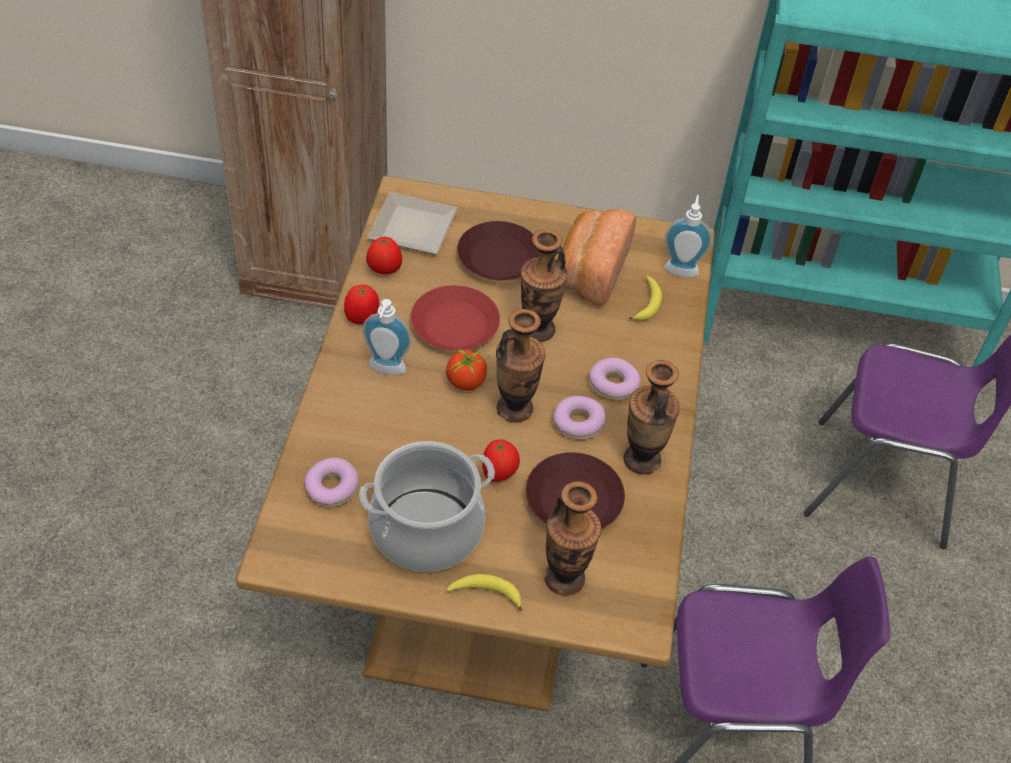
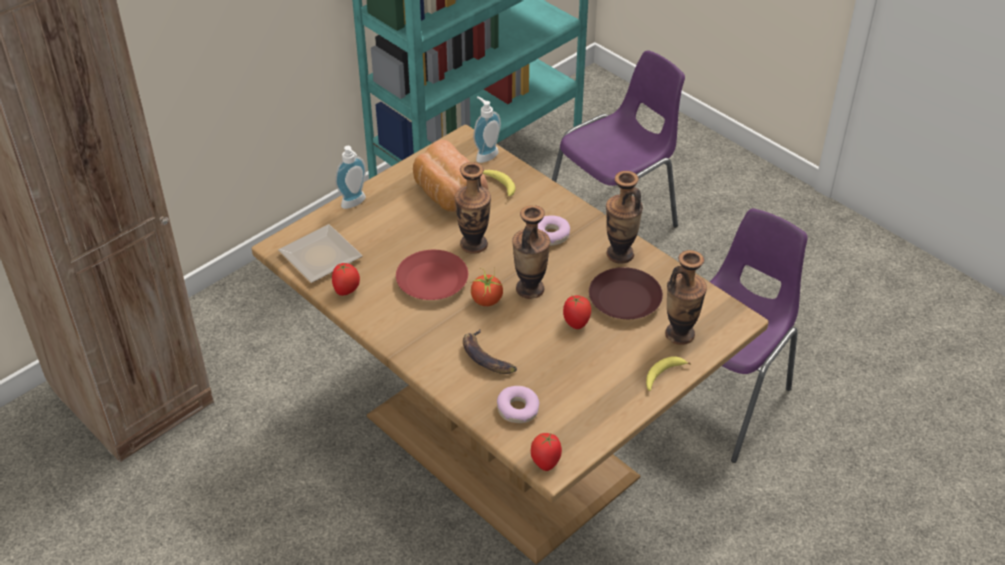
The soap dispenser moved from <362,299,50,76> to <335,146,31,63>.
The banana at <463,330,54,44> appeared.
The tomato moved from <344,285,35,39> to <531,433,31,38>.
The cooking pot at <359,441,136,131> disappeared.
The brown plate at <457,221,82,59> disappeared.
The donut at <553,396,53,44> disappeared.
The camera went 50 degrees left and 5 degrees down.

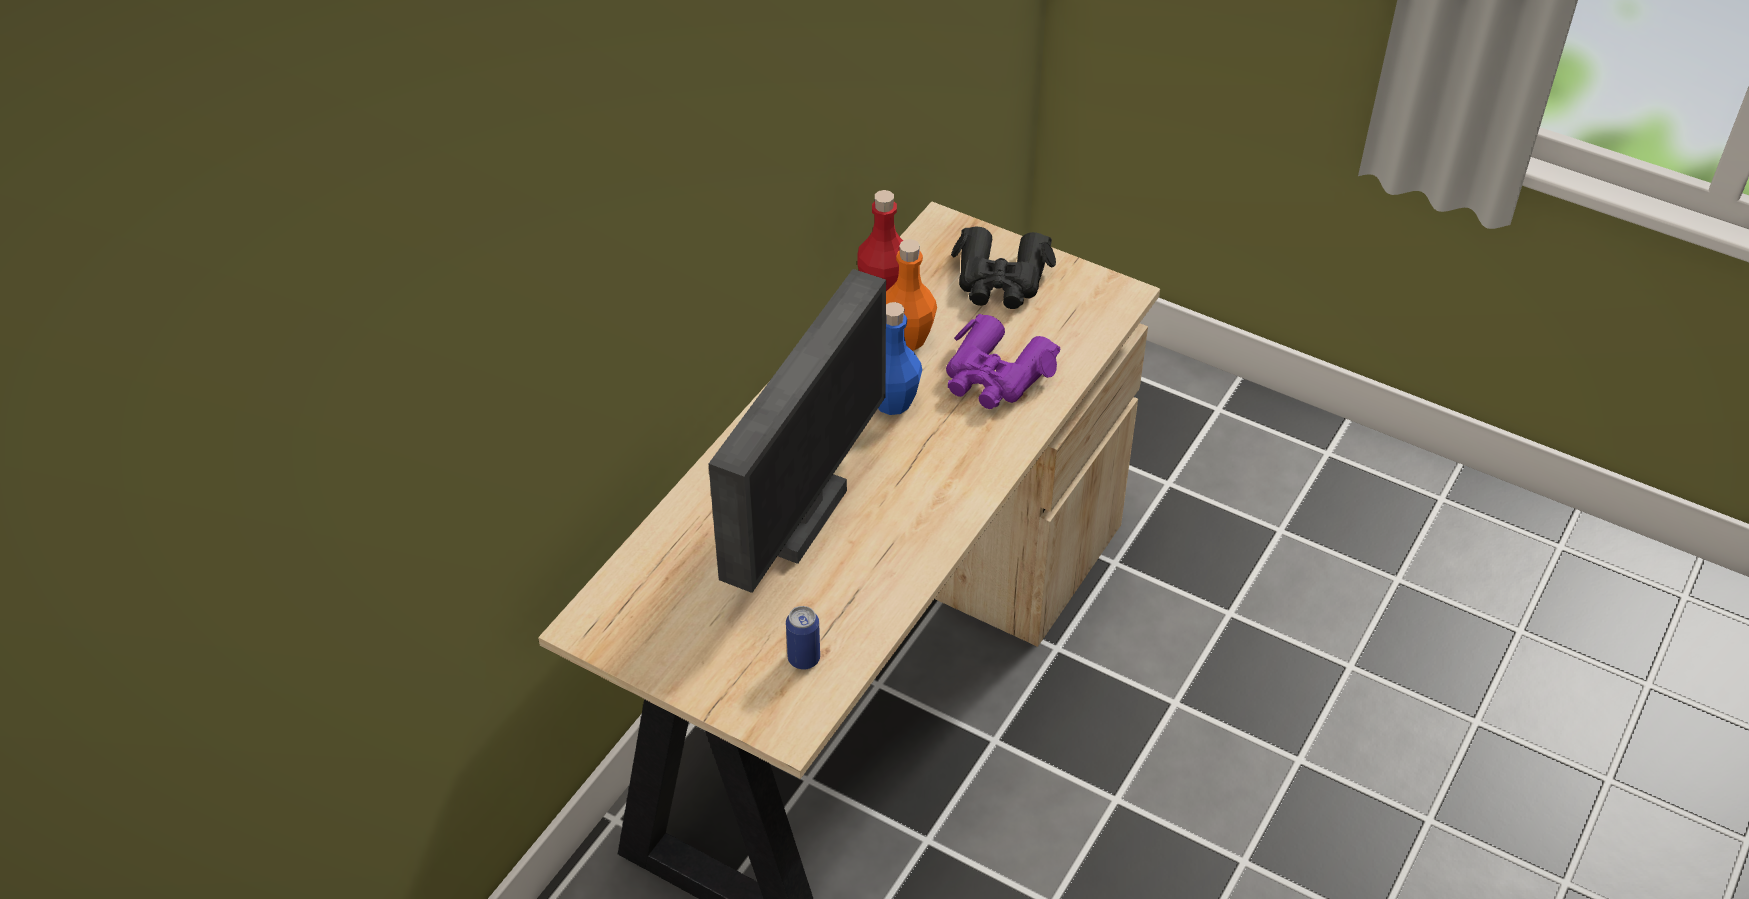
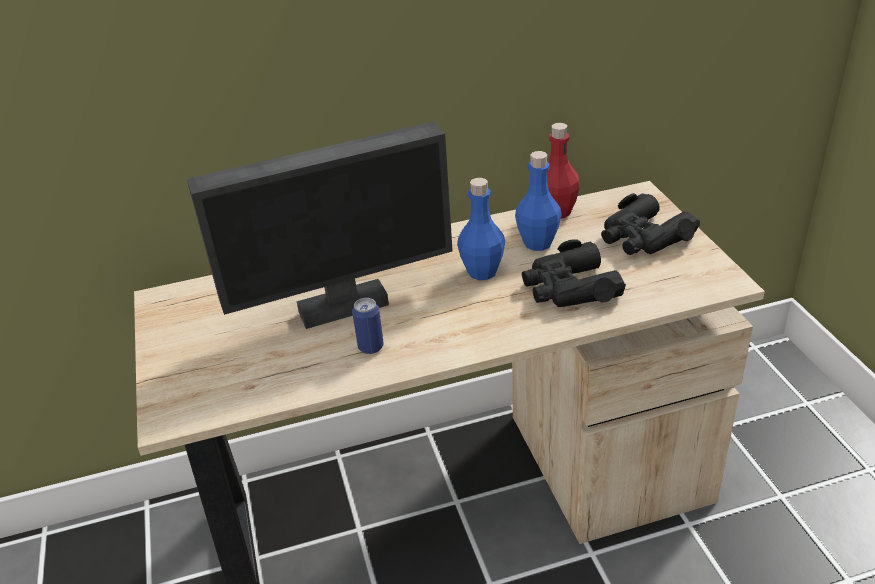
The can moved from <786,606,34,64> to <352,298,32,56>.
The orange bottle at <886,239,51,111> became the blue bottle at <515,151,47,100>.
The purple binoculars at <946,314,115,95> became the black binoculars at <522,239,104,68>.
The camera went 45 degrees right and 10 degrees down.

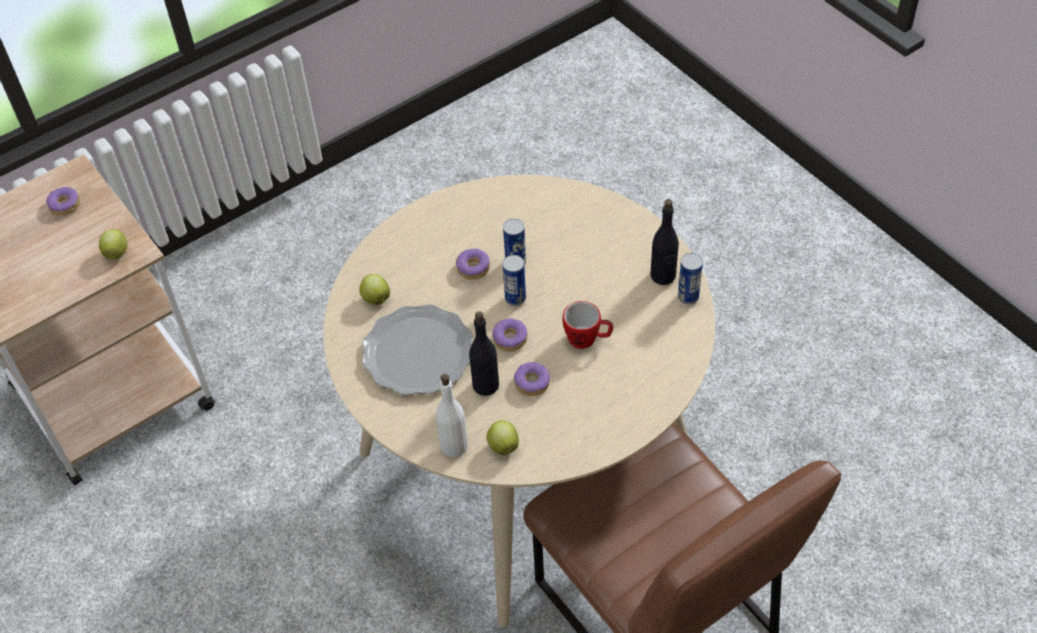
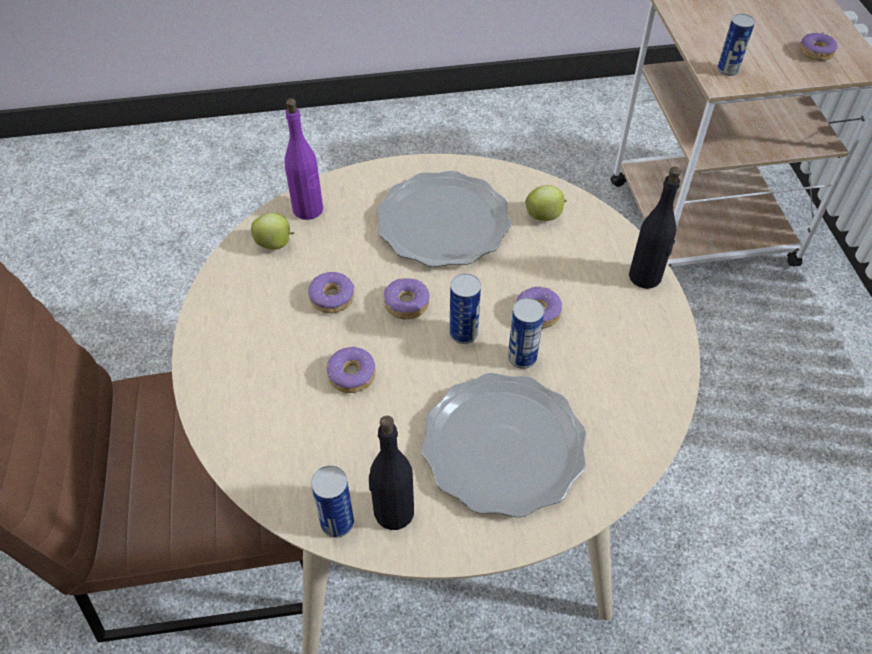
The white bottle at <436,374,32,83> became the purple bottle at <284,98,39,122>.
The mug at <562,301,51,48> was replaced by the donut at <327,347,49,46>.
The plate at <421,373,165,145> appeared.
The black bottle moved from <469,311,30,85> to <629,166,52,123>.
The apple at <99,229,28,31> was replaced by the can at <717,14,38,62>.
The camera went 115 degrees right and 0 degrees up.

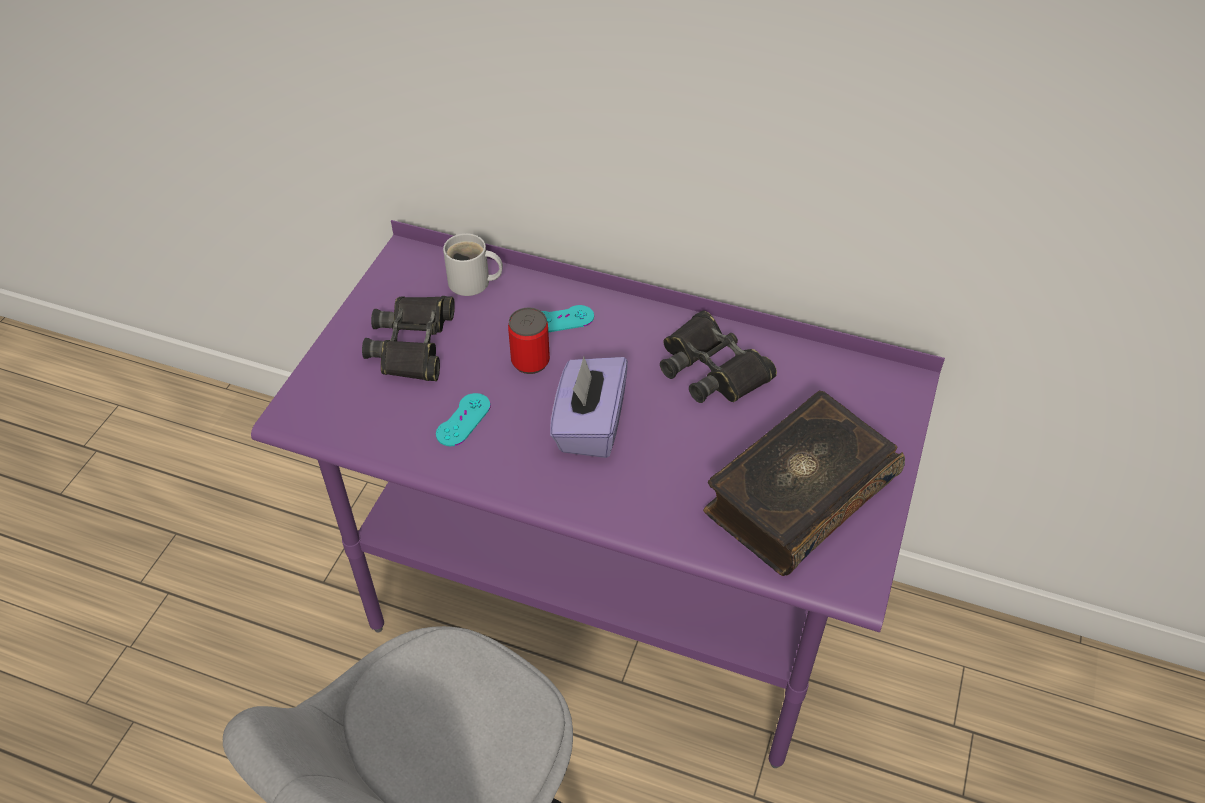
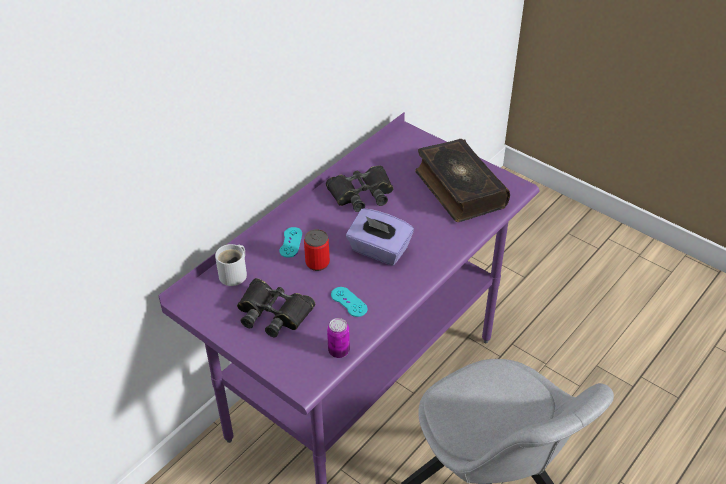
The can at <327,318,23,40> appeared.
The camera went 70 degrees left and 5 degrees down.

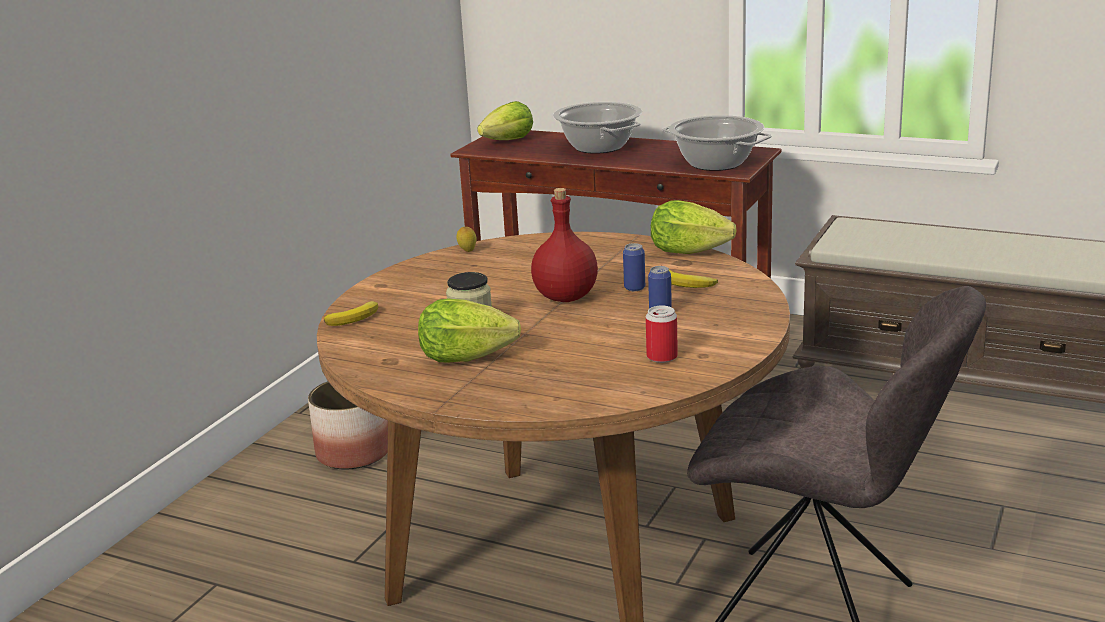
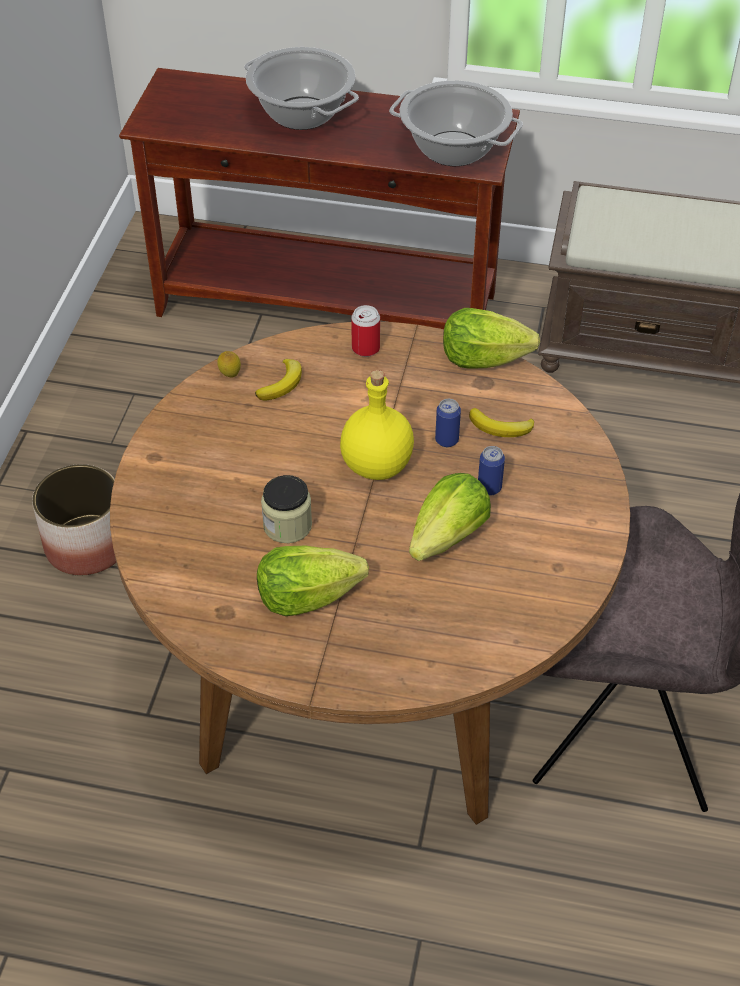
The banana moved from <324,301,54,25> to <255,359,47,42>.
The red bottle at <531,188,67,114> became the yellow bottle at <340,370,74,110>.
The can moved from <646,305,32,58> to <351,305,29,52>.
The lettuce moved from <477,101,56,39> to <409,473,82,88>.
The camera went 15 degrees left and 25 degrees up.

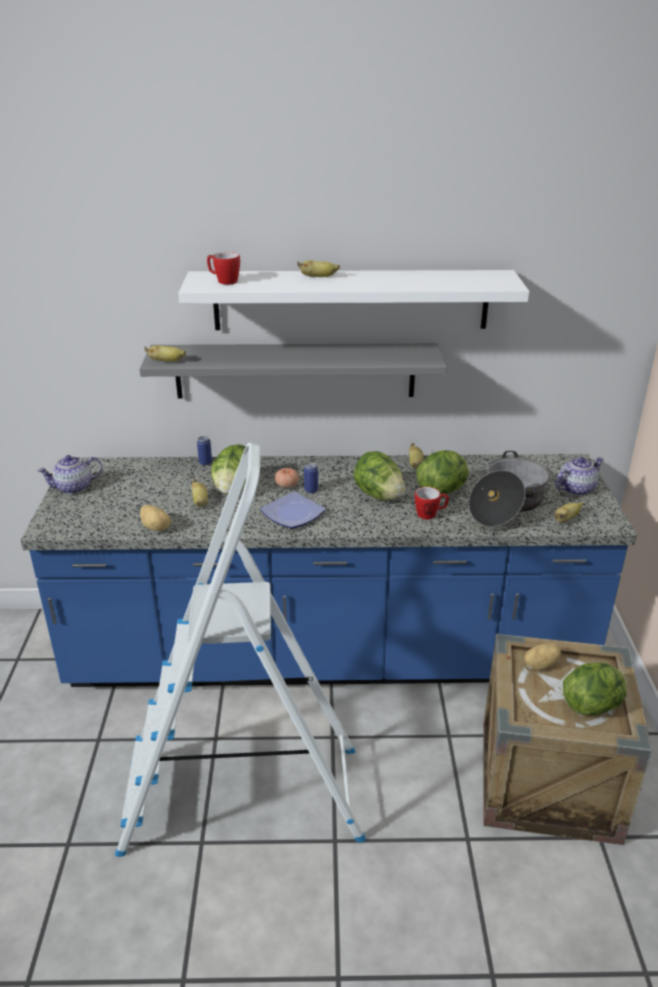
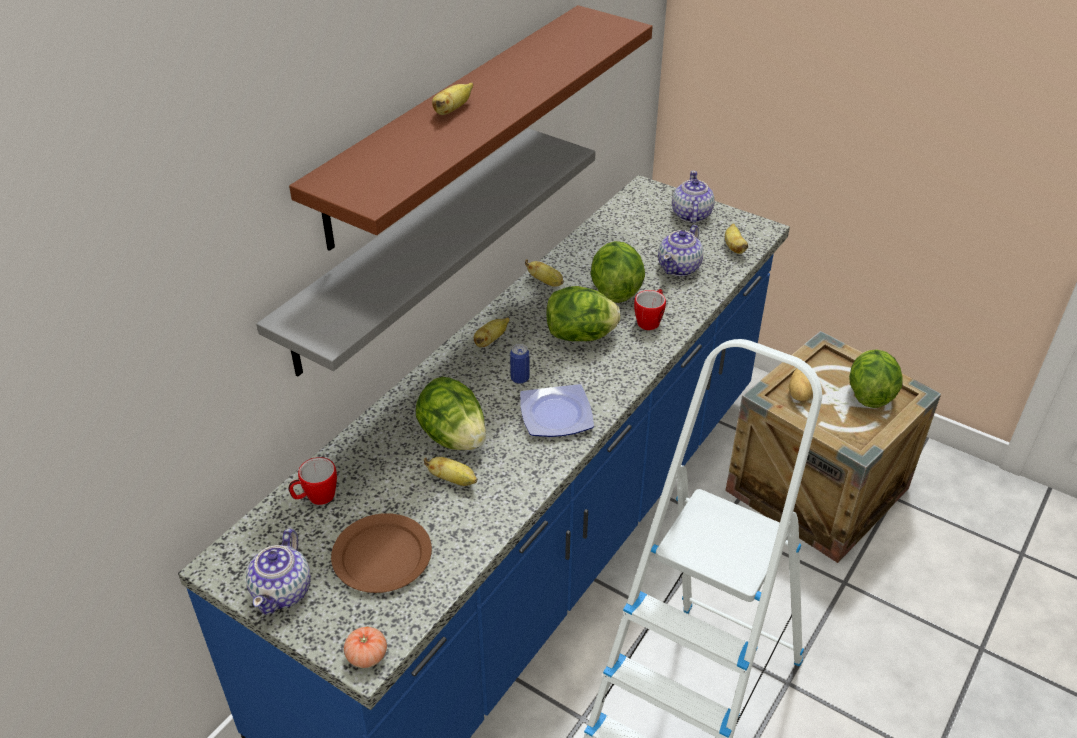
The mug moved from <207,252,33,33> to <288,457,49,48>.
The white shelf at <178,270,351,60> became the brown shelf at <289,5,364,246>.
The brown plate at <331,513,101,80> appeared.
The tomato moved from <275,468,24,20> to <344,627,43,41>.
The banana moved from <144,345,42,17> to <474,317,35,30>.
The cooking pot at <468,451,81,76> was replaced by the teapot at <658,225,45,51>.
The potato at <140,505,31,26> disappeared.
The can at <197,436,15,29> disappeared.
The camera went 55 degrees left and 10 degrees up.

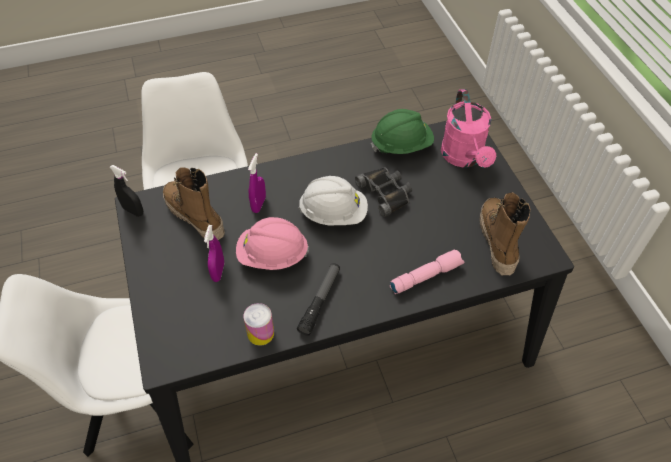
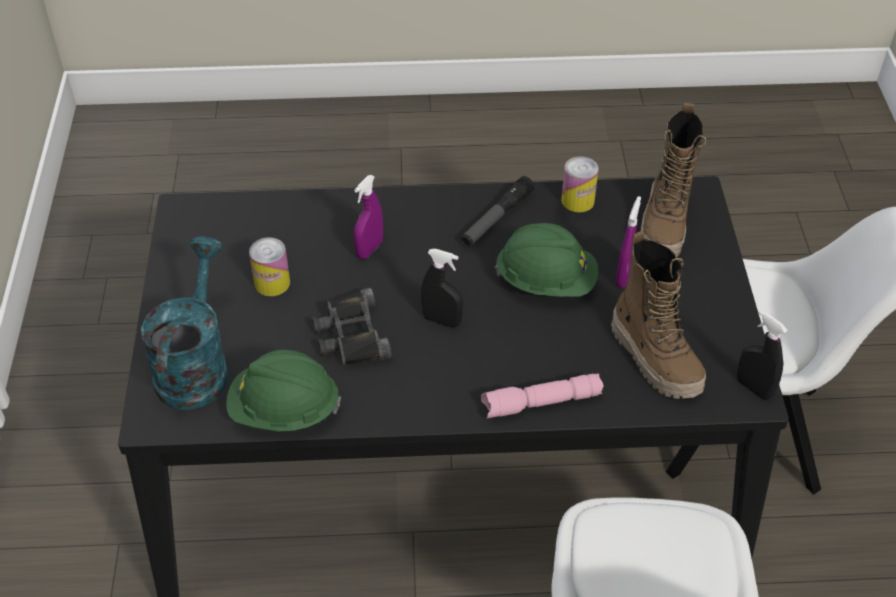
The pink watering can at <441,89,55,79> became the turquoise watering can at <141,236,87,174>.
The can at <249,237,41,59> appeared.
The purple spray bottle moved from <248,153,18,60> to <354,175,29,84>.
The white hard hat at <298,176,70,49> was replaced by the black spray bottle at <421,249,42,79>.
The pink flashlight moved from <390,250,74,44> to <481,373,122,45>.
The pink hard hat at <236,217,73,53> became the green hard hat at <495,223,103,74>.
The boot moved from <480,192,50,83> to <641,103,65,154>.
The camera went 165 degrees left and 5 degrees down.

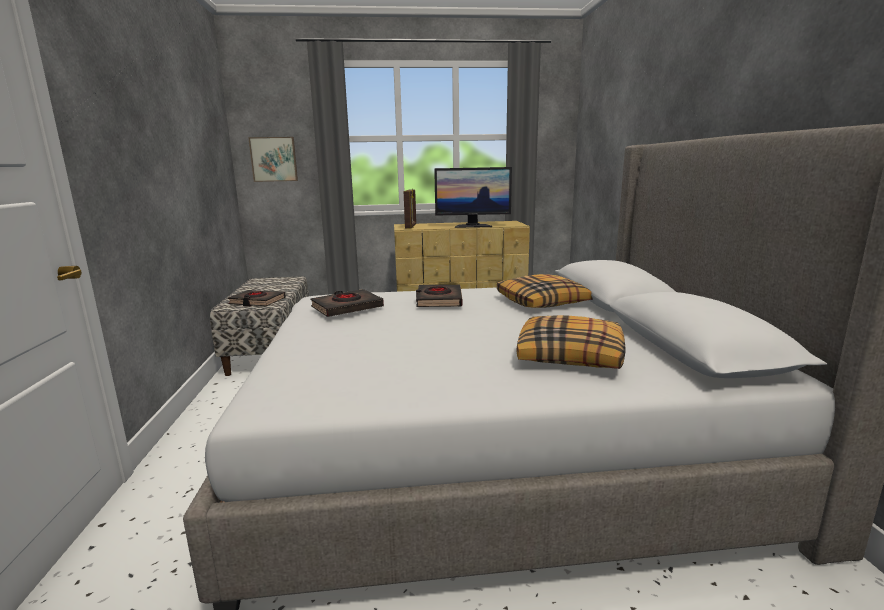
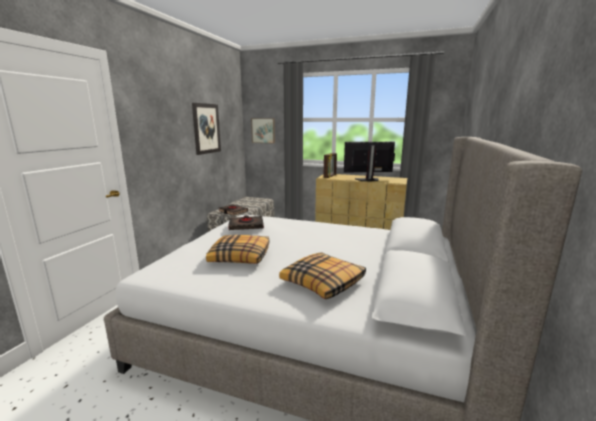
The picture at <192,103,29,52> appeared.
The pillow moved from <497,274,96,34> to <206,235,64,29>.
The monitor at <434,167,78,61> turned 150 degrees clockwise.
The black book at <416,285,47,22> disappeared.
The camera went 25 degrees right and 0 degrees up.

